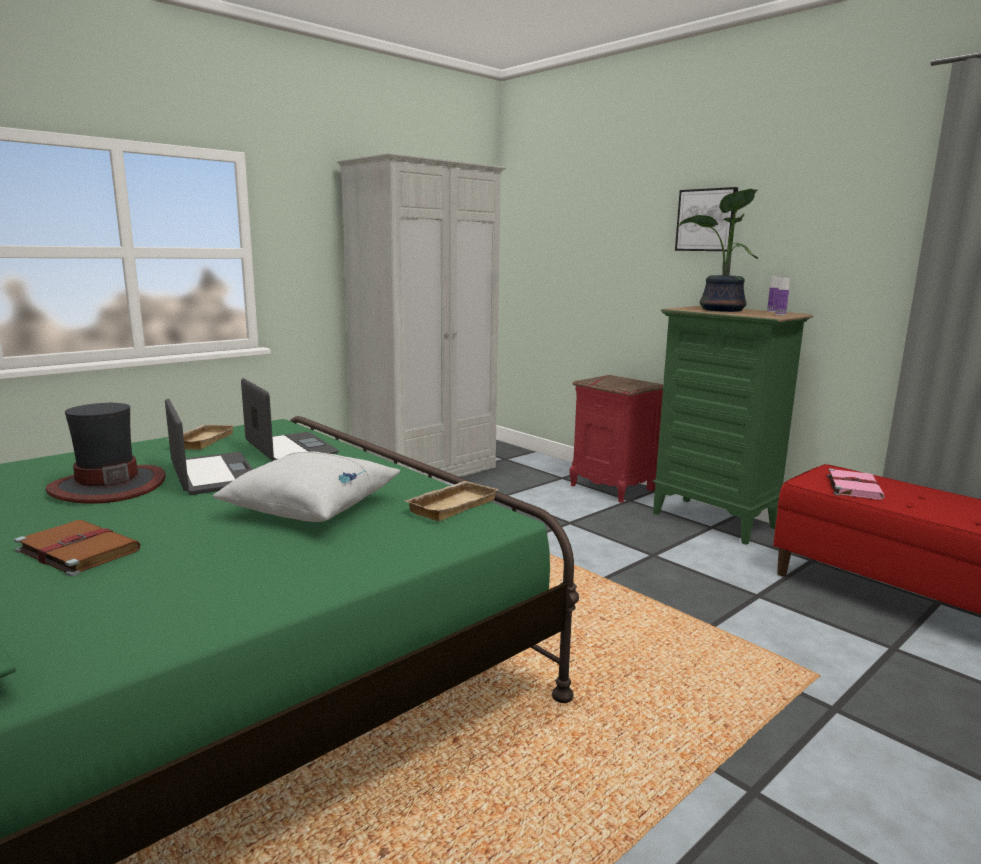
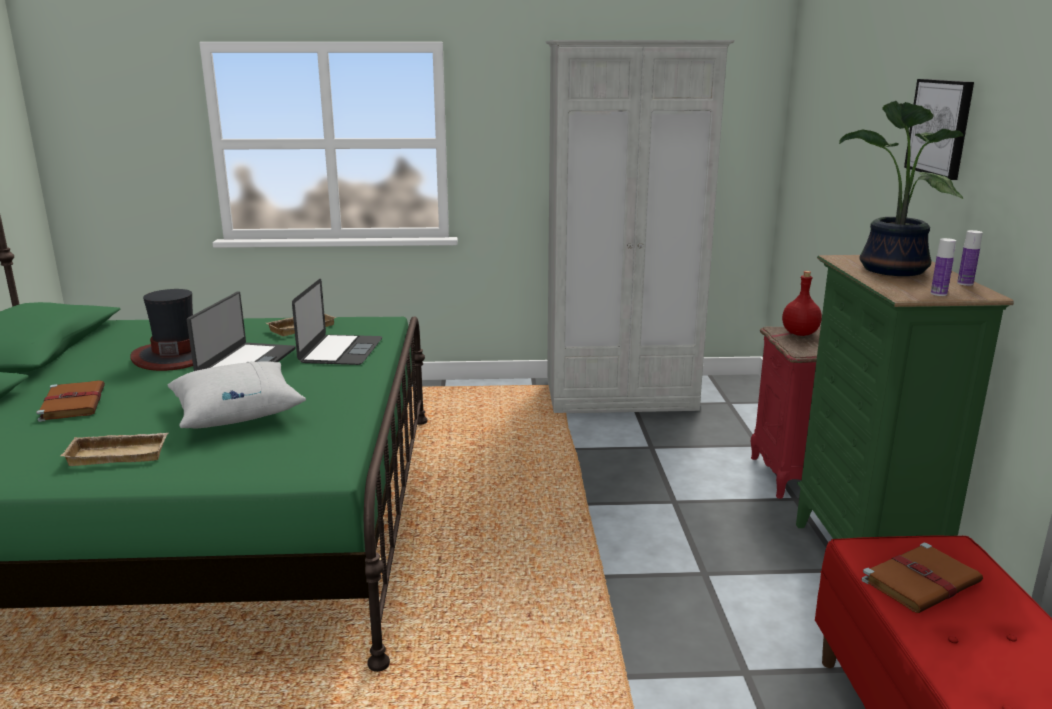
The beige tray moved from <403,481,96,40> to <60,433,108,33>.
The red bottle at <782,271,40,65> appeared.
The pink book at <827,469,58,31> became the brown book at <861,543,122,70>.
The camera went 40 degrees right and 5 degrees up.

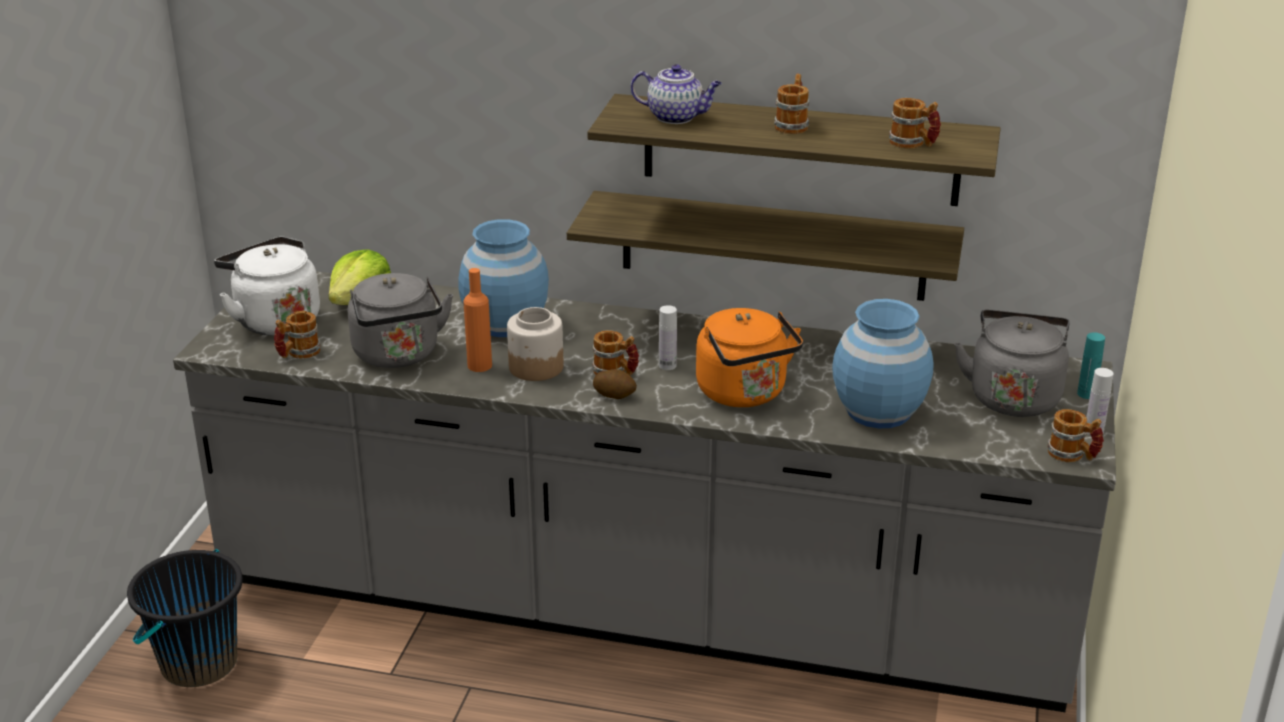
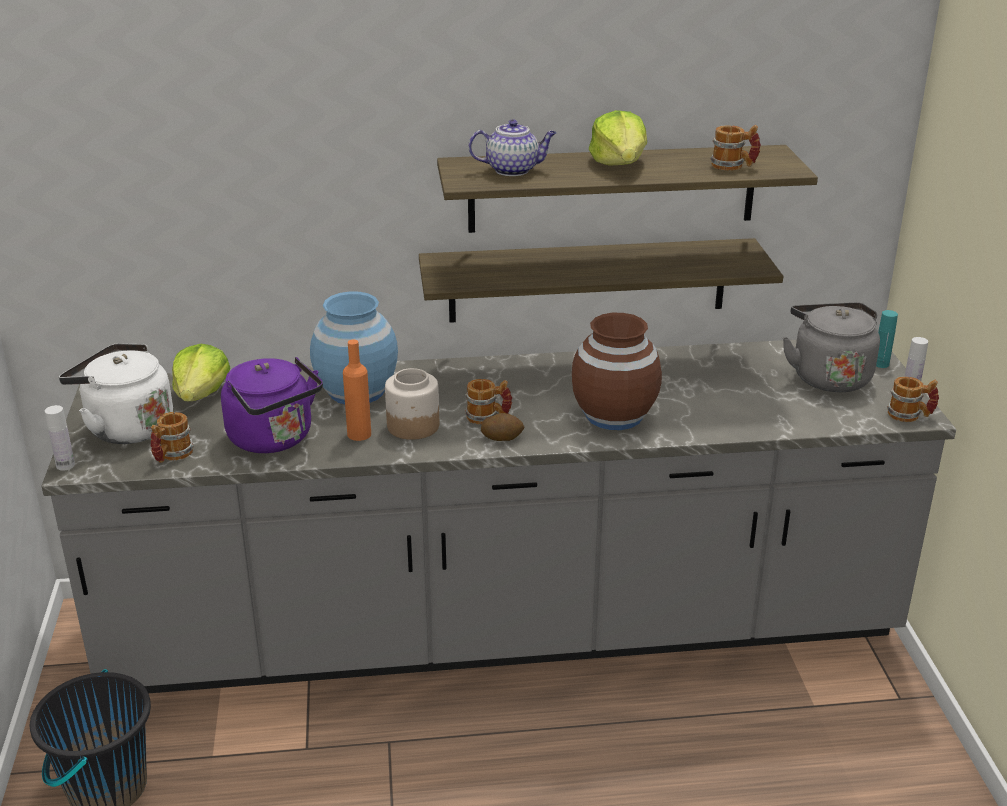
The white bottle moved from <659,305,18,65> to <45,405,30,66>.
The grey kettle at <348,273,105,95> became the purple kettle at <221,357,102,96>.
The orange kettle at <696,308,107,99> was replaced by the brown vase at <572,313,90,117>.
The mug at <774,74,35,60> was replaced by the lettuce at <589,110,58,56>.
The blue vase at <832,299,102,129> disappeared.
The camera went 20 degrees left and 0 degrees up.

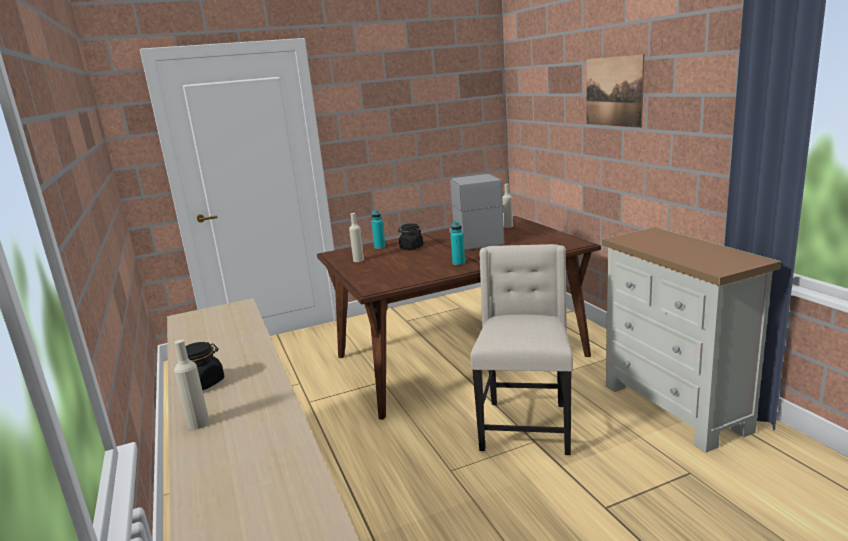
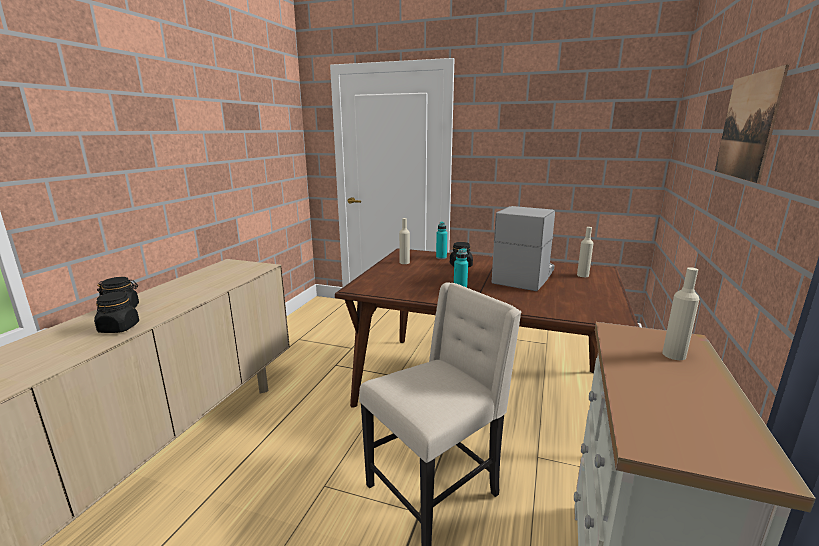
The black jar at <94,291,45,42> appeared.
The beige bottle moved from <174,339,35,91> to <662,267,37,93>.
The camera went 40 degrees right and 0 degrees up.

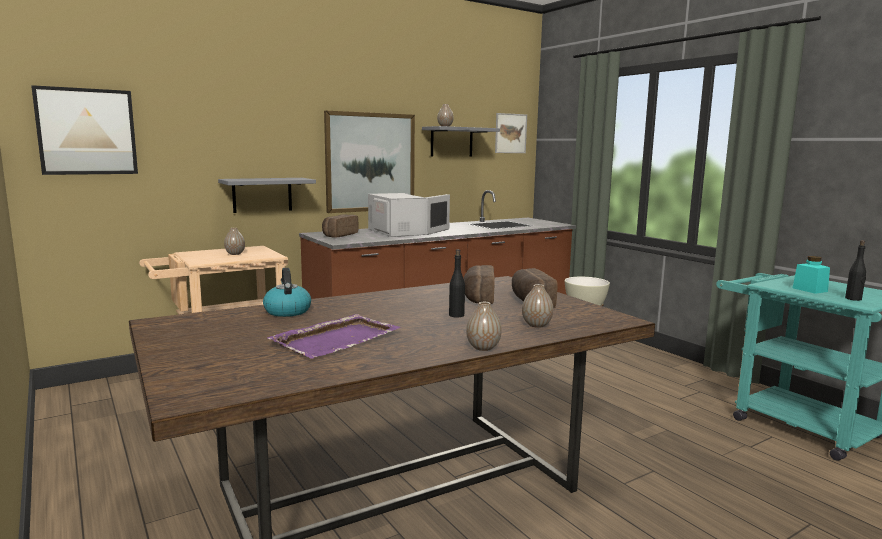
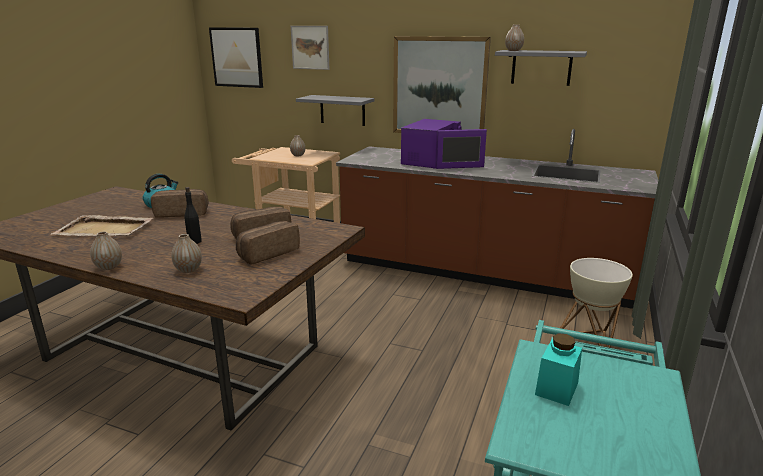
The purple tray at <267,314,134,44> became the beige tray at <51,215,102,21>.
The bread moved from <322,214,37,24> to <151,189,57,29>.
The picture moved from <495,113,32,40> to <291,26,39,44>.
The white microwave at <368,193,82,44> became the purple microwave at <401,119,86,50>.
The black bottle at <845,240,21,61> disappeared.
The camera went 55 degrees right and 10 degrees up.

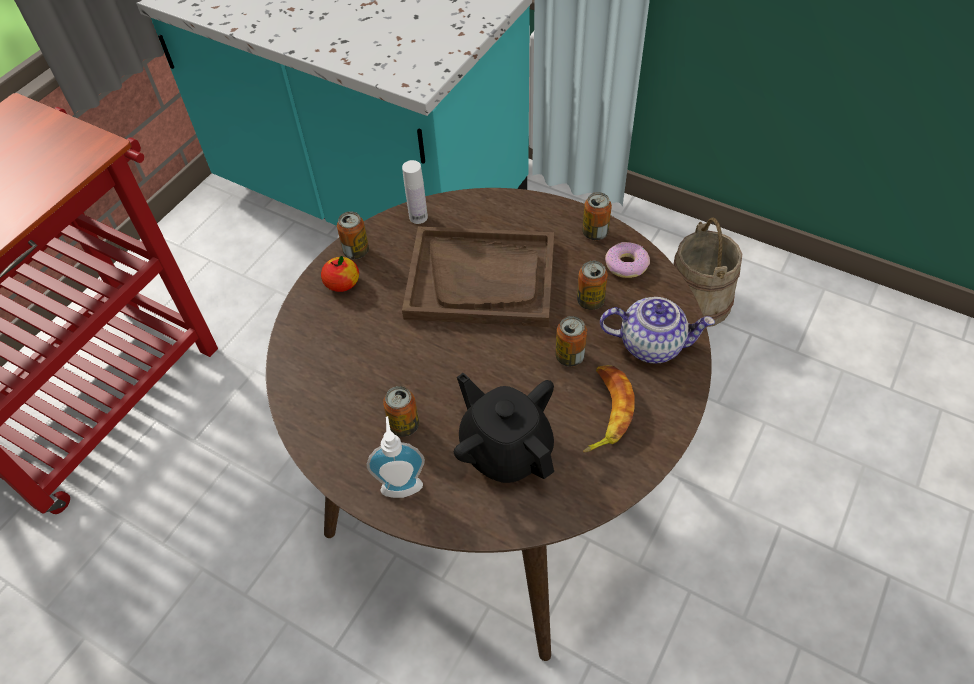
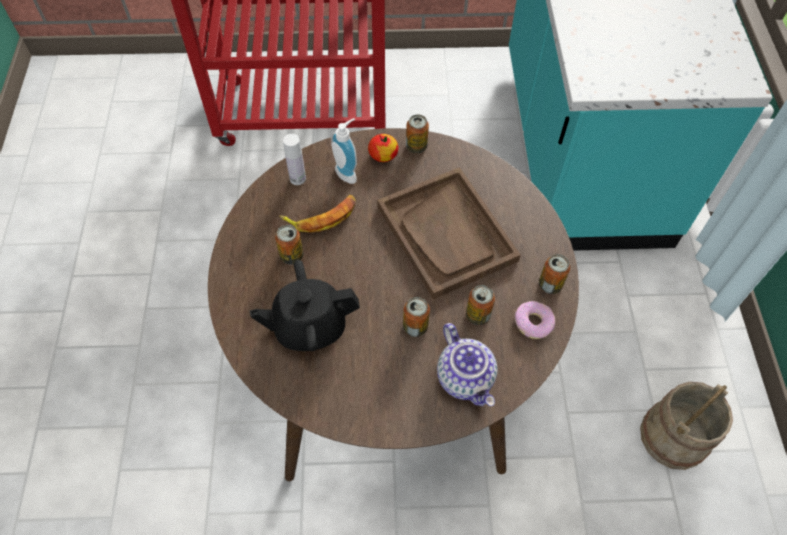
The black teapot at <454,373,100,110> turned 120 degrees counterclockwise.
The banana moved from <583,365,52,88> to <279,195,77,38>.
The white bottle moved from <402,160,26,64> to <283,134,23,51>.
The soap dispenser moved from <367,416,58,82> to <331,118,26,66>.
The camera went 55 degrees right and 5 degrees up.

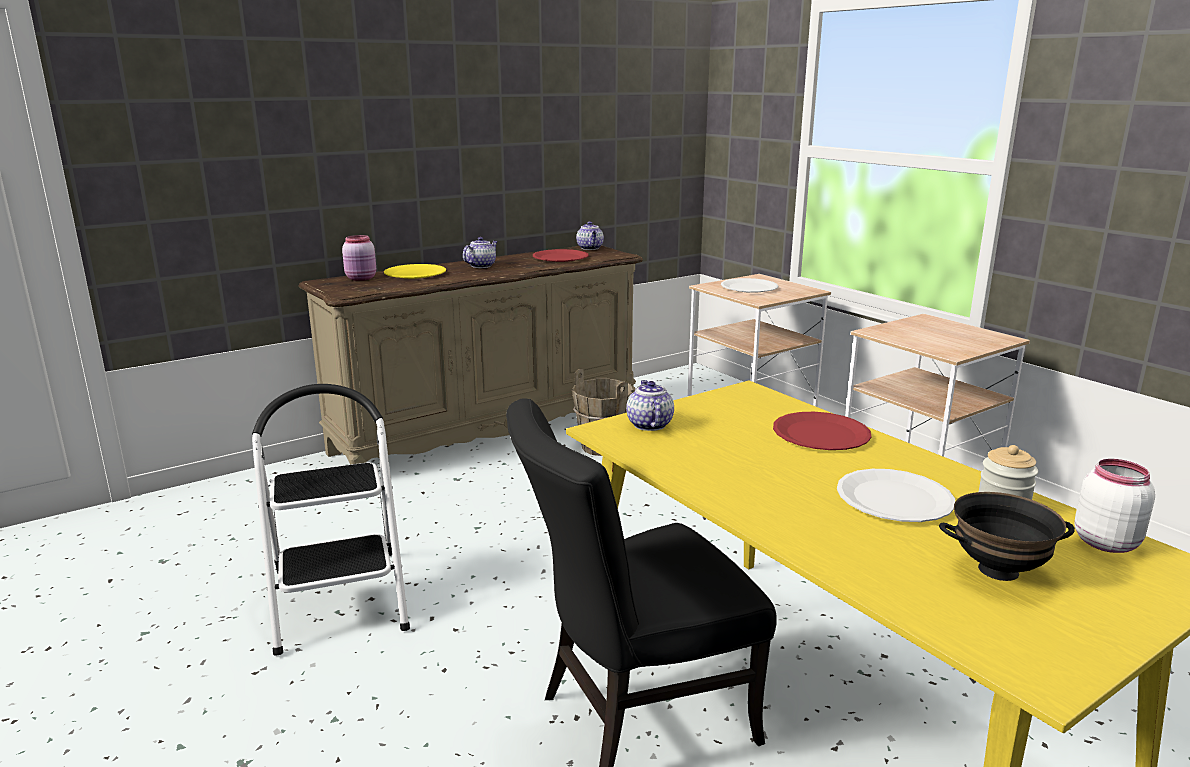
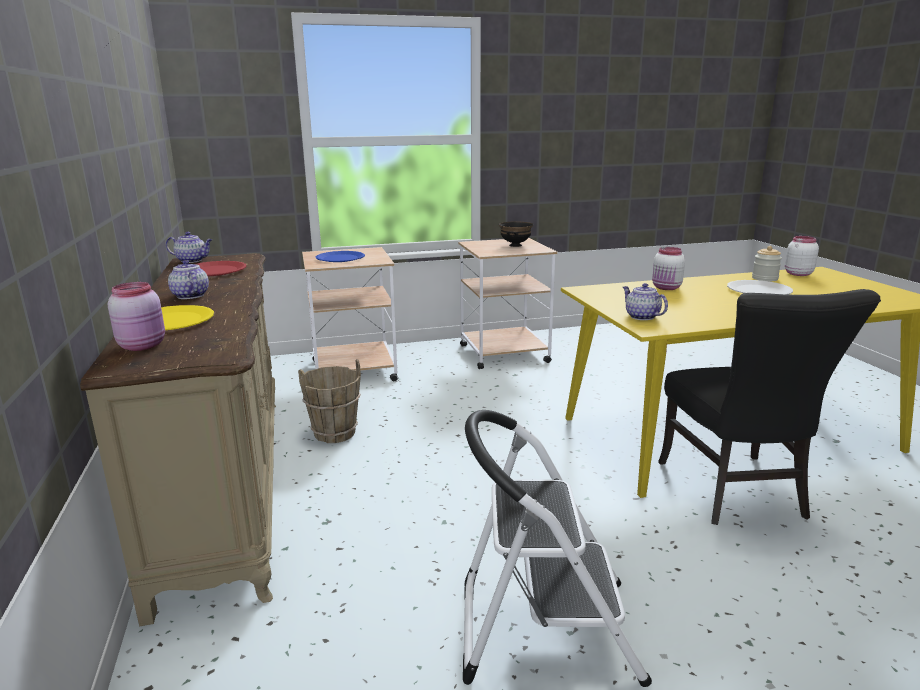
The white plate at <721,278,58,15> became the blue plate at <316,251,49,11>.
The black bowl moved from <939,492,136,89> to <499,221,34,26>.
The teapot at <626,380,48,51> turned 45 degrees clockwise.
The red plate at <773,412,98,38> was replaced by the white jar at <652,247,33,43>.
The camera went 70 degrees left and 0 degrees up.

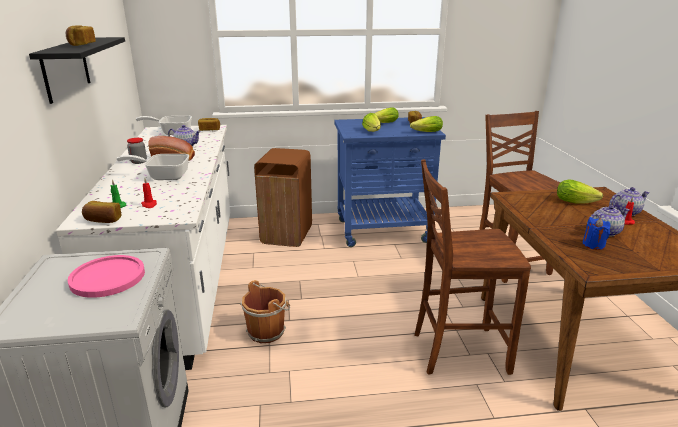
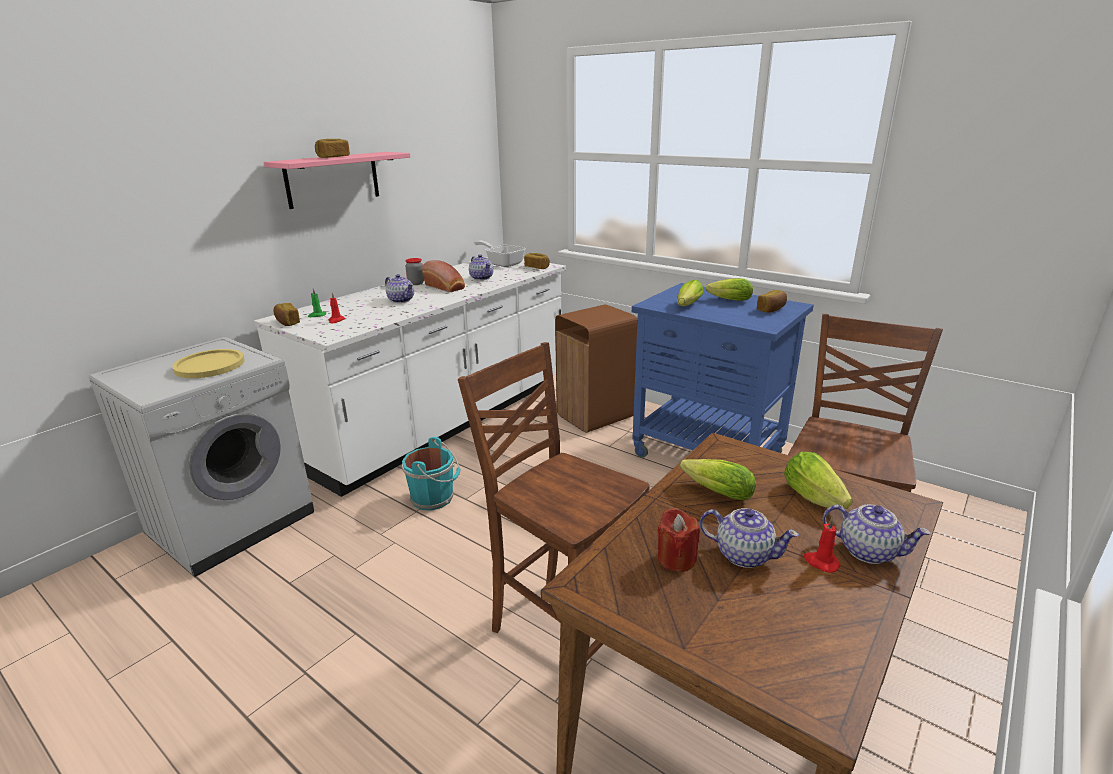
The pink plate at <68,255,77,43> became the yellow plate at <172,349,73,29>.
The black shelf at <29,37,96,67> became the pink shelf at <264,152,146,57>.
The frying pan at <117,154,72,26> was replaced by the teapot at <385,274,29,29>.
The brown bucket at <240,280,50,63> became the turquoise bucket at <402,437,58,74>.
The blue candle at <583,217,28,33> became the red candle at <657,508,43,64>.
The lettuce moved from <410,116,33,16> to <680,459,76,41>.
The camera went 45 degrees right and 0 degrees up.

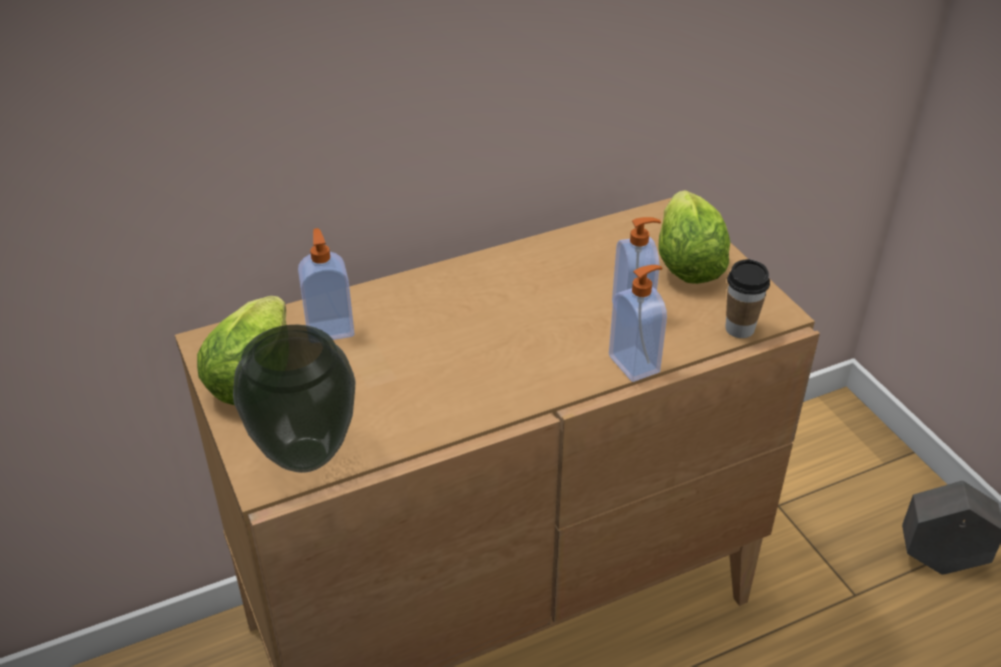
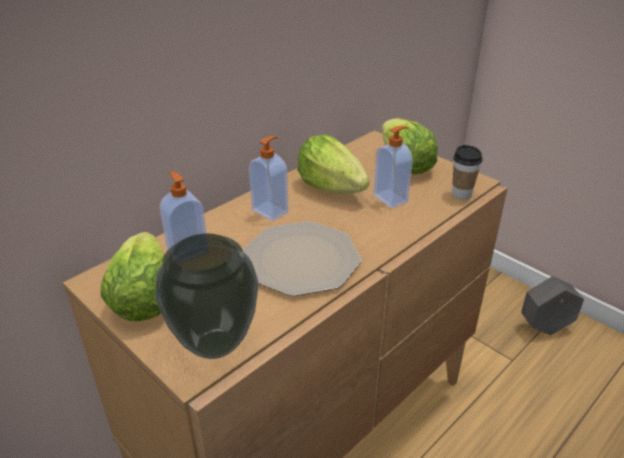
The plate at <243,221,118,75> appeared.
The soap dispenser moved from <609,265,58,117> to <249,136,40,85>.
The lettuce at <297,134,73,60> appeared.
The camera went 20 degrees left and 5 degrees down.

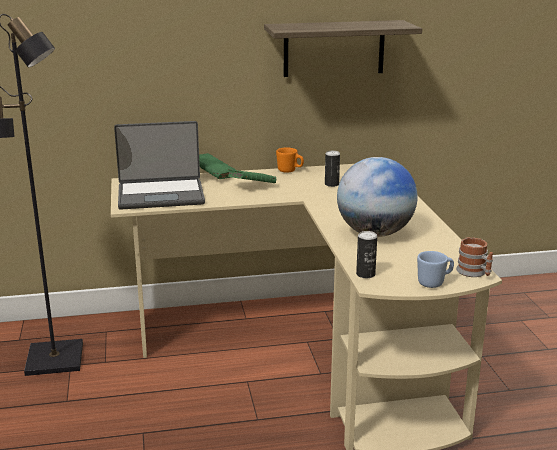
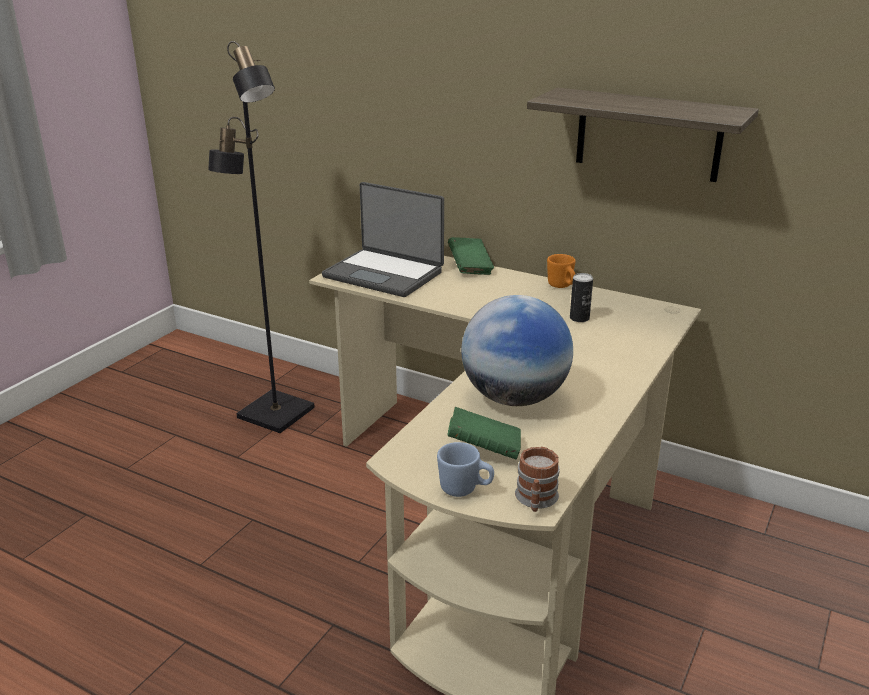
The green book moved from <228,169,48,14> to <447,407,74,53>.
The can at <356,231,21,47> disappeared.
The camera went 40 degrees right and 5 degrees up.

